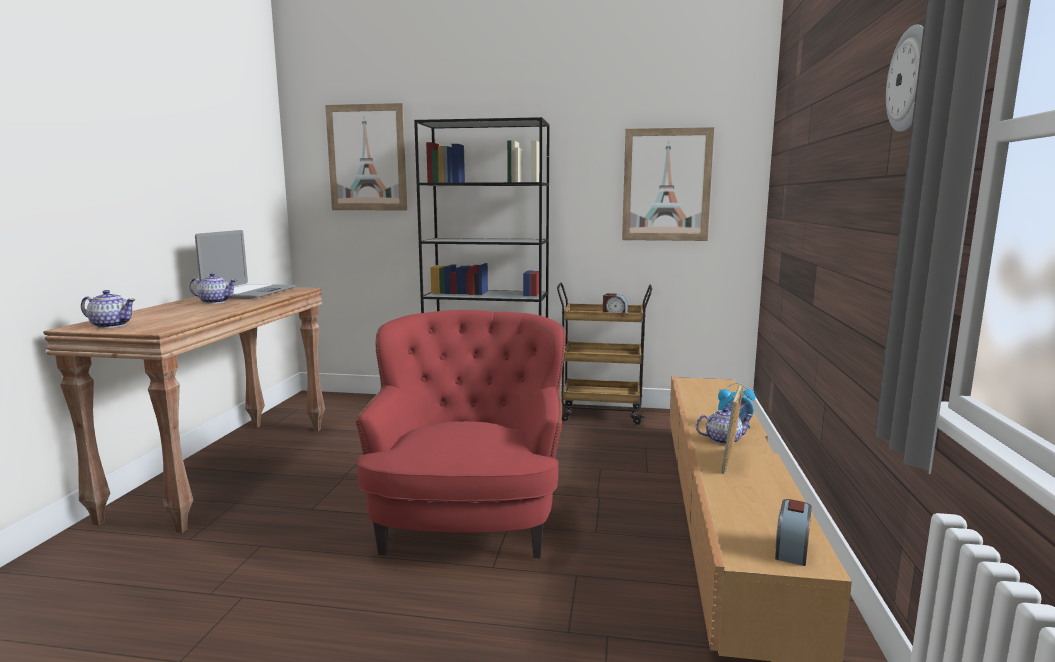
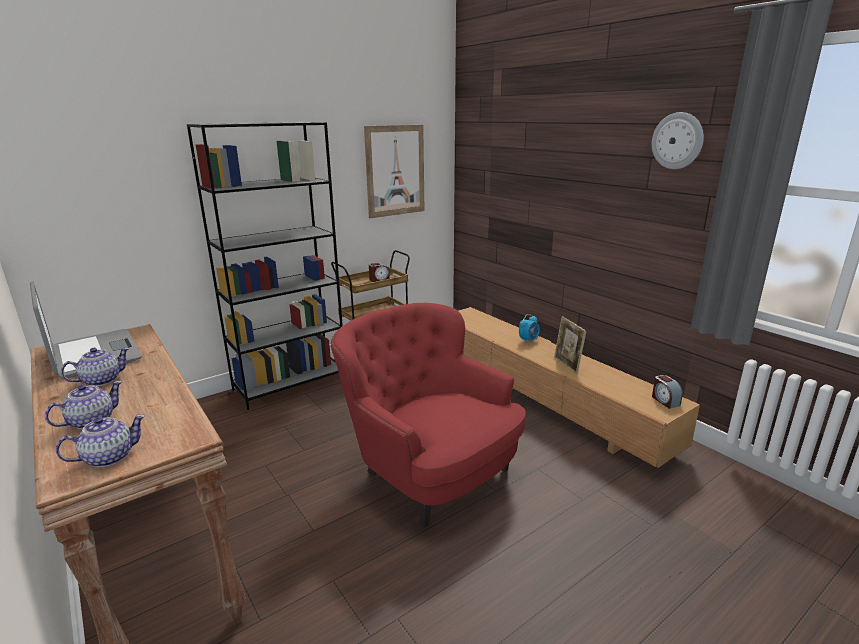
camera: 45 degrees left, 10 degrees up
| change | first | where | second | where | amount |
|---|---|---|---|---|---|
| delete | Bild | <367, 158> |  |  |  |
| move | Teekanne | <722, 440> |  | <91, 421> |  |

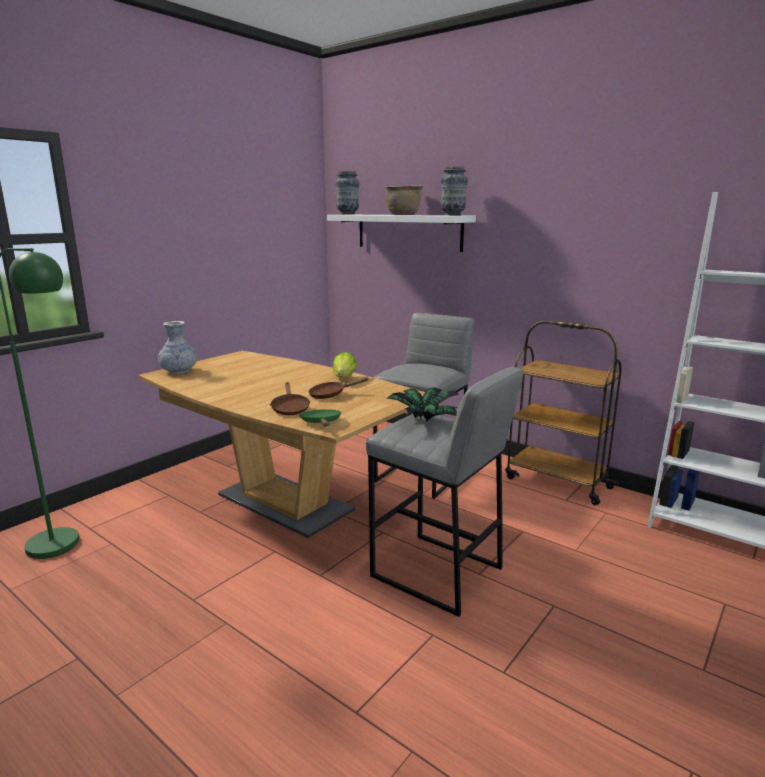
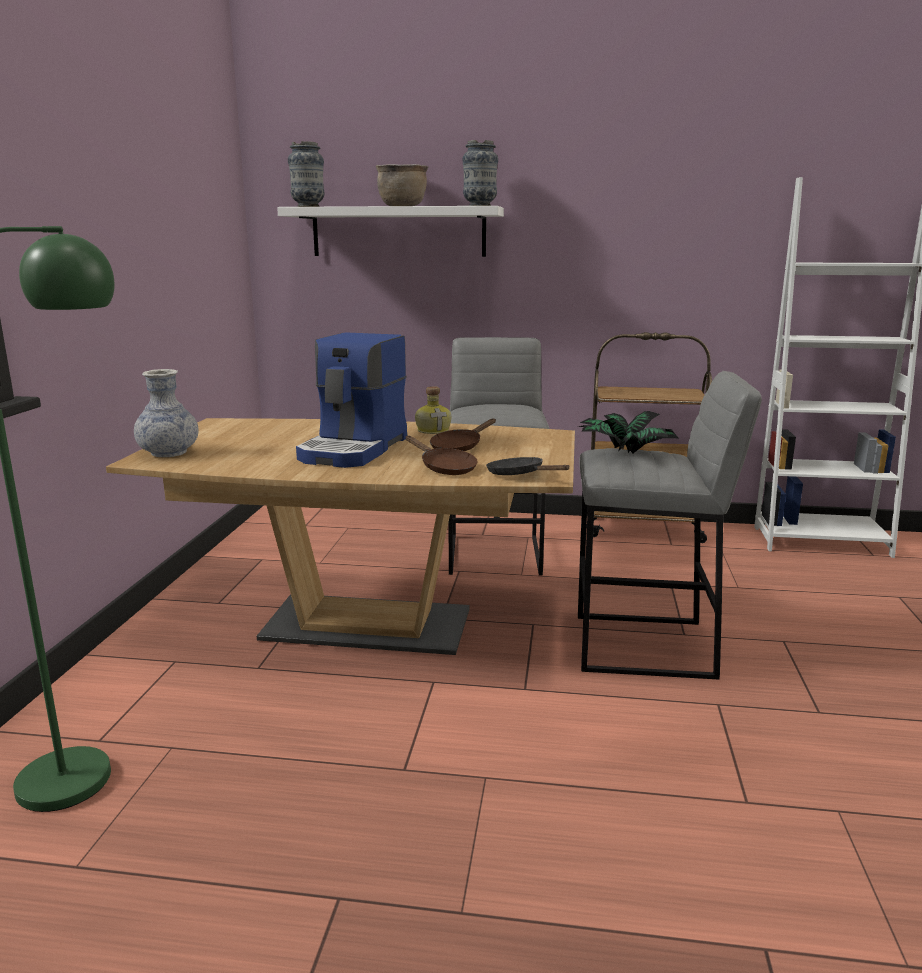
camera: 30 degrees left, 0 degrees up
| change | first | where | second | where | amount |
|---|---|---|---|---|---|
| replace | Salatkopf | <342, 379> | Flasche | <433, 430> |  |
| recolor | Pfanne (grün) | <321, 423> | Pfanne (schwarz) | <519, 475> |  |
| insert |  |  | Kaffeemaschine | <355, 449> |  |

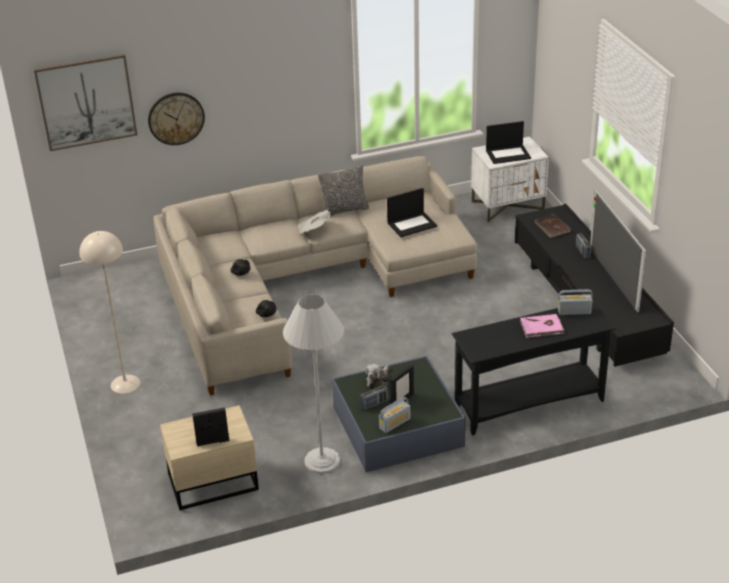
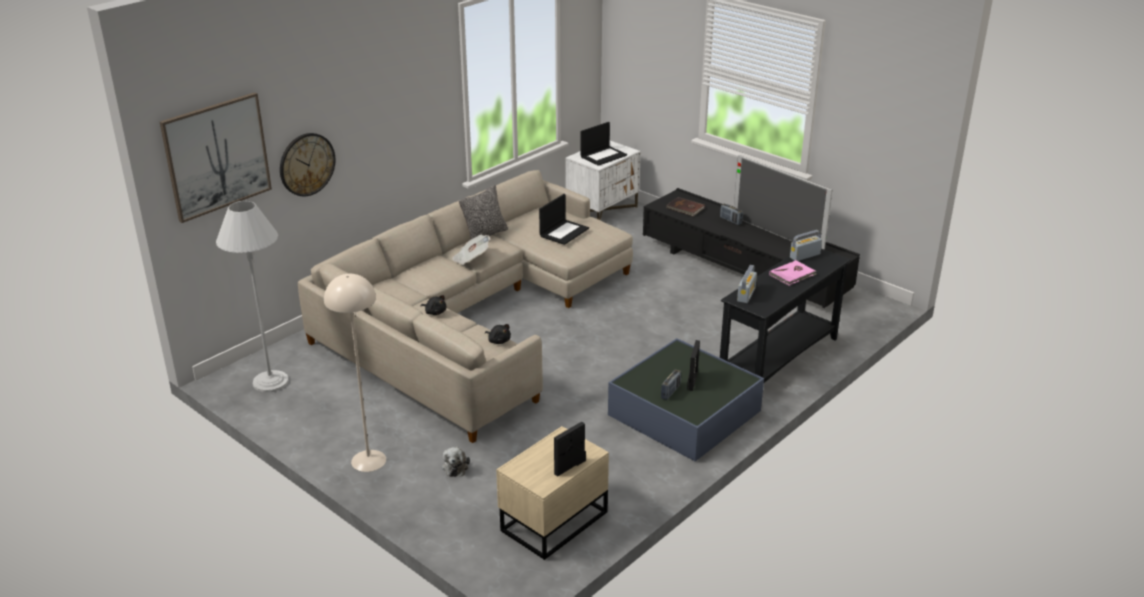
camera: 30 degrees left, 5 degrees down
| change | first | where | second | where | amount |
|---|---|---|---|---|---|
| move | Stehlampe (weiß) | <322, 461> |  | <270, 382> |  |
| move | Plüschtier | <378, 381> |  | <455, 466> |  |
| move | Radio | <394, 423> |  | <746, 294> |  |

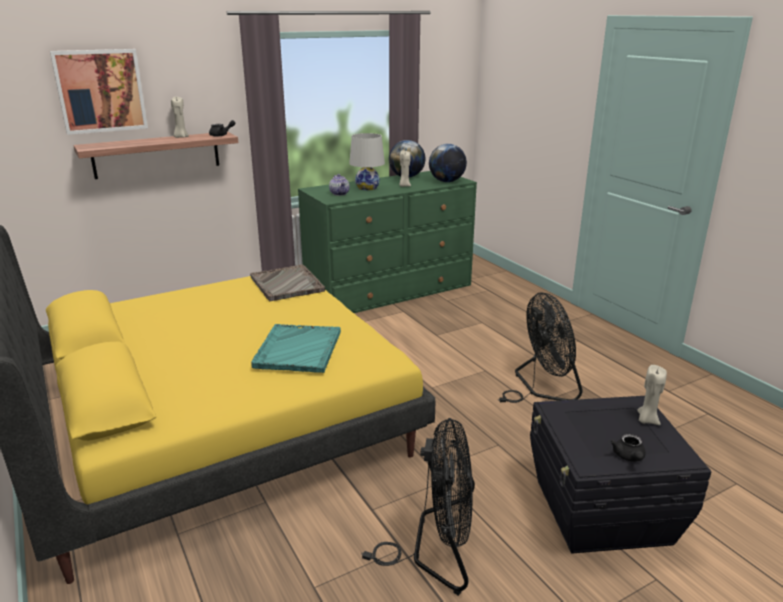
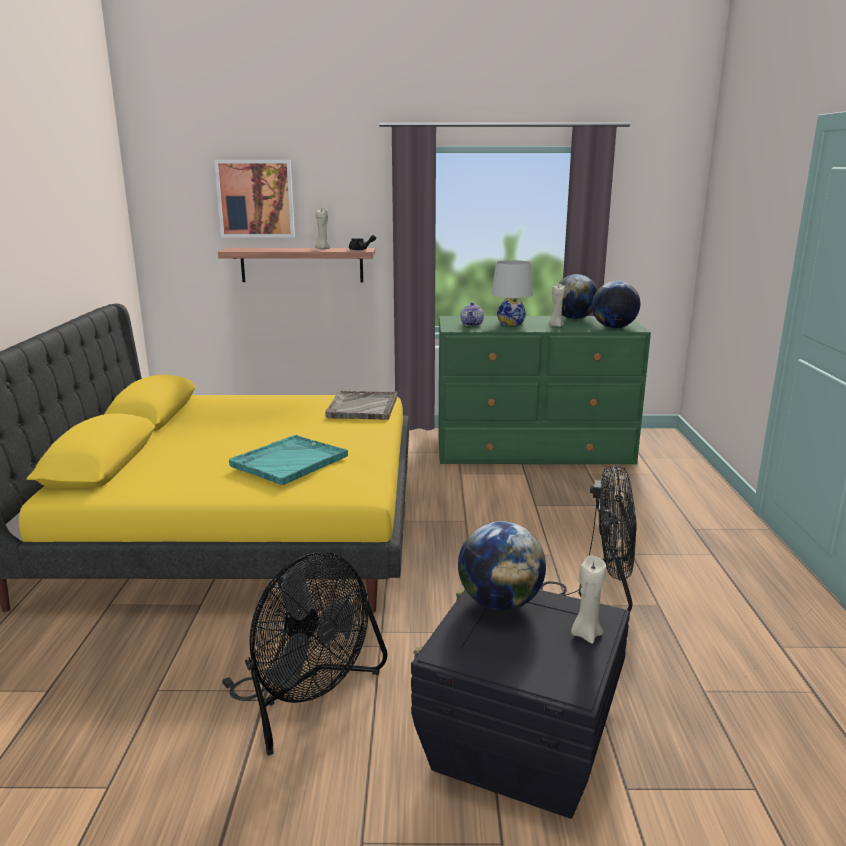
camera: 30 degrees right, 5 degrees down
| change | first | where | second | where | amount |
|---|---|---|---|---|---|
| delete | Teekanne (schwarz) | <629, 457> |  |  |  |
| insert |  |  | Globus | <499, 602> |  |

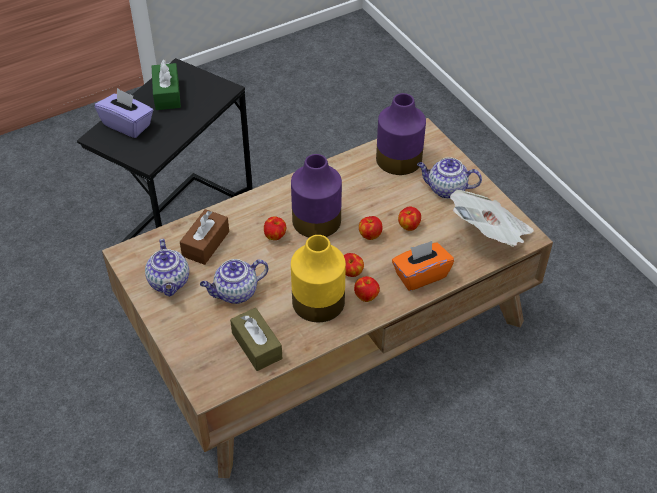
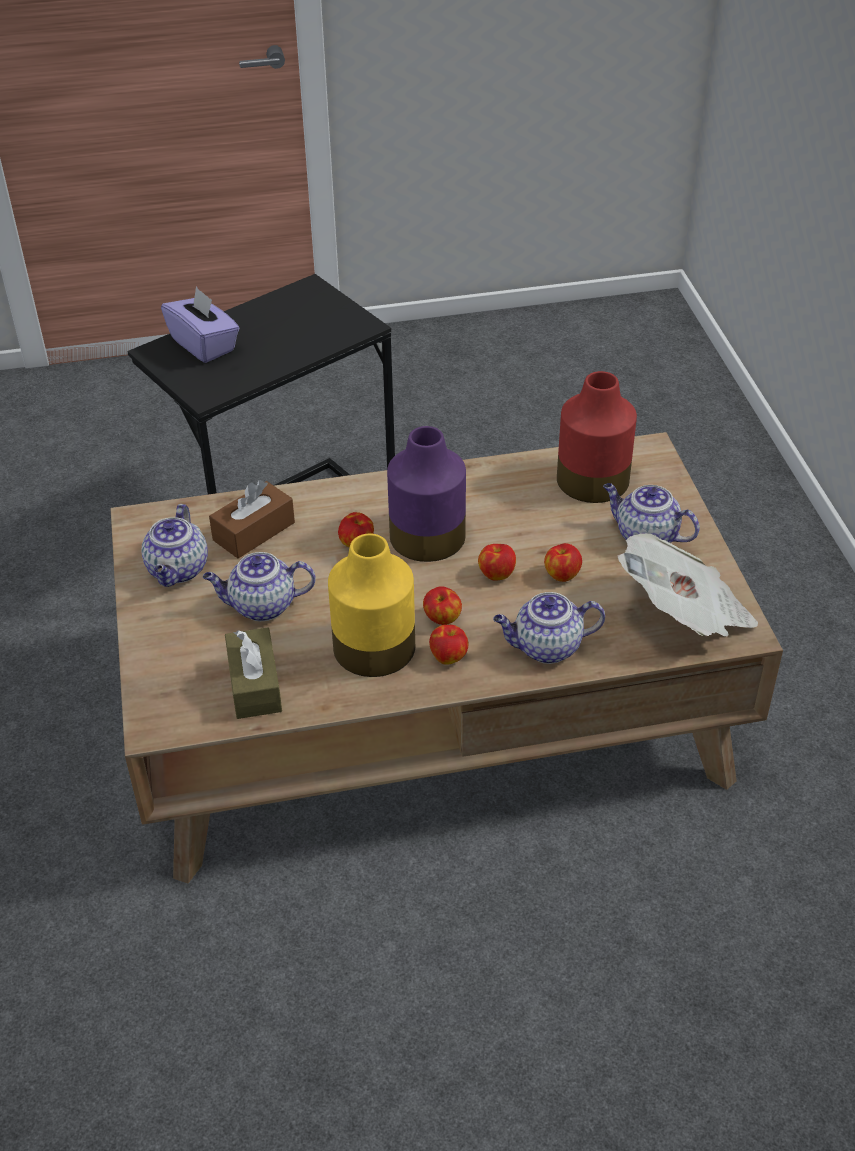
camera: 20 degrees right, 5 degrees down
| change | first | where | second | where | amount |
|---|---|---|---|---|---|
| delete | Taschentuchbox (grün) | <167, 94> |  |  |  |
| recolor | Vase (lila) | <398, 159> | Vase (rot) | <592, 479> |  |
| replace | Taschentuchbox (orange) | <420, 275> | Teekanne | <546, 648> |  |

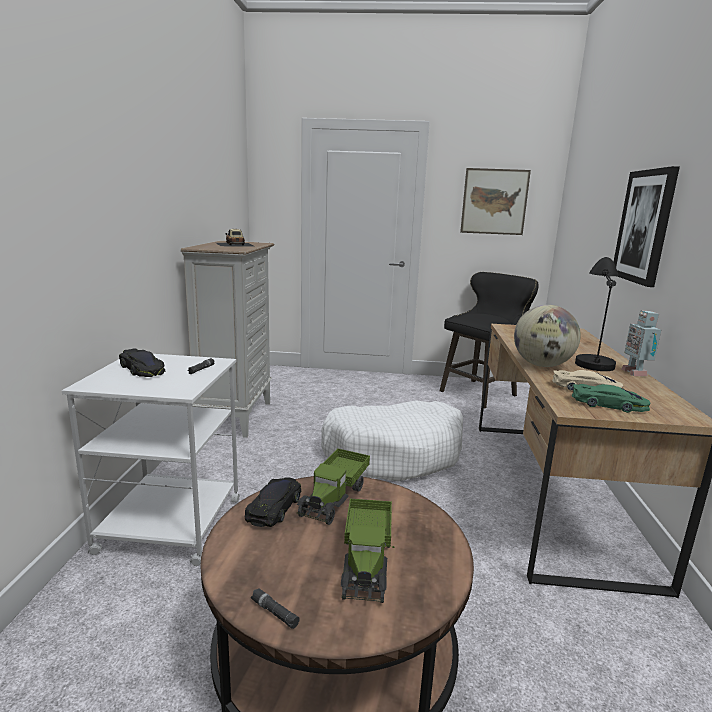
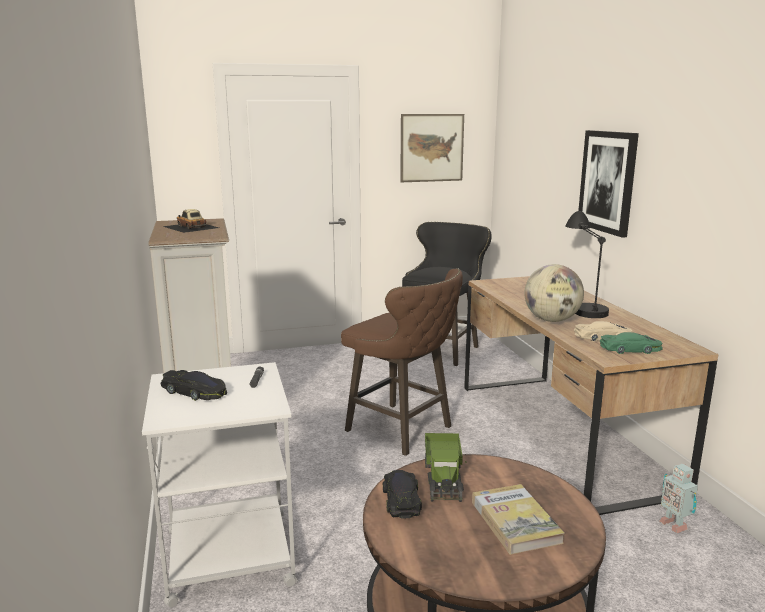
camera: 20 degrees left, 0 degrees up
| change | first | where | second | where | amount |
|---|---|---|---|---|---|
| move | Spielzeugroboter | <635, 373> |  | <674, 524> |  |
| replace | Hundebett (weiß) | <394, 453> | Hocker (braun) | <402, 430> |  |
| replace | Spielzeuglaster | <367, 561> | Buch | <515, 522> |  |
| delete | Taschenlampe (schwarz) | <274, 612> |  |  |  |

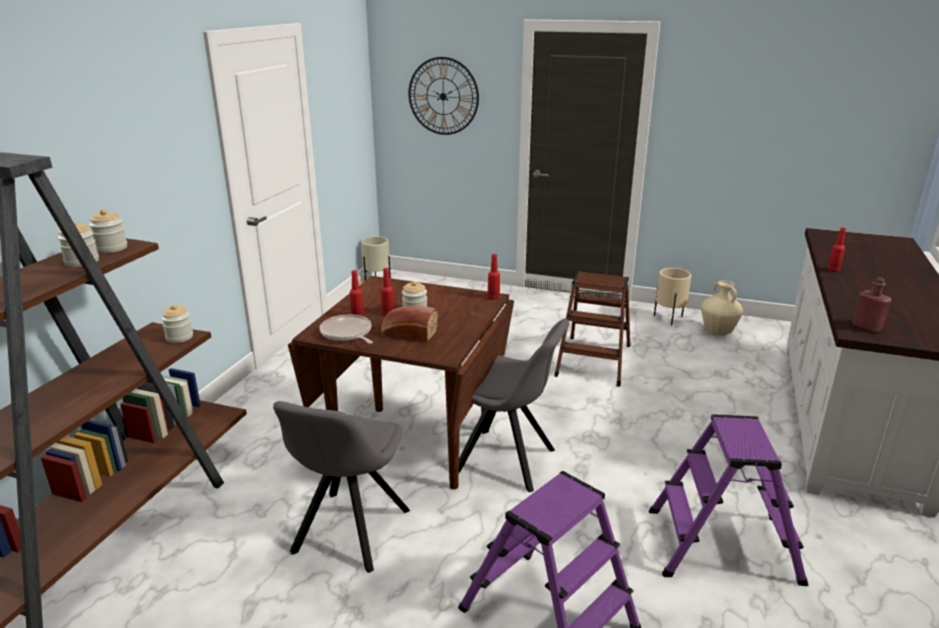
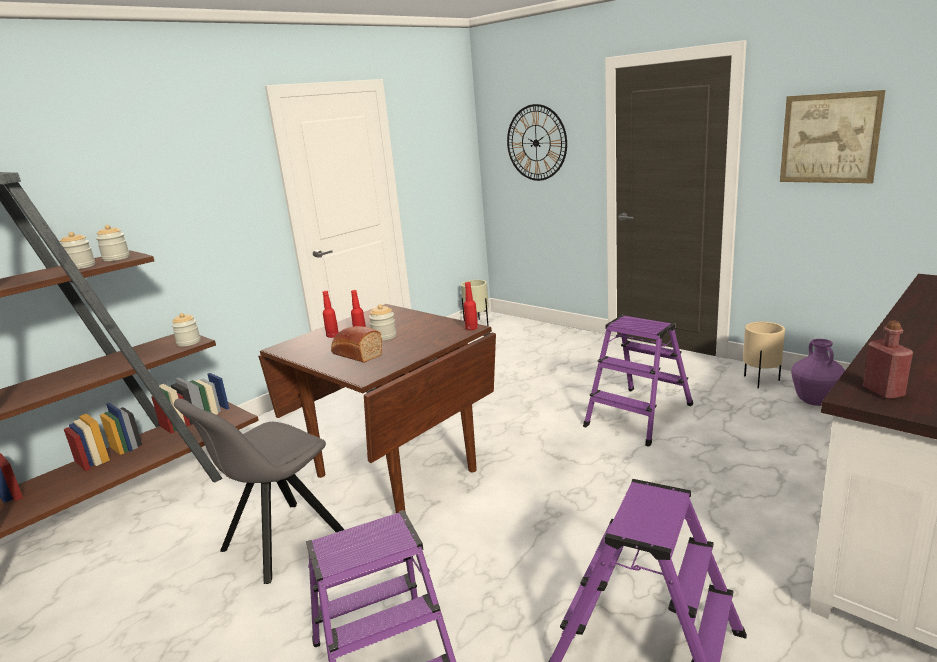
camera: 25 degrees right, 5 degrees down
| change | first | where | second | where | amount |
|---|---|---|---|---|---|
| delete | Flasche (rot) | <833, 270> |  |  |  |
| recolor | Trittleiter (braun) | <593, 360> | Trittleiter (lila) | <639, 415> |  |
| recolor | Vase (beige) | <718, 332> | Vase (lila) | <815, 402> |  |
| delete | Pfanne | <347, 333> |  |  |  |
| delete | Stuhl (grau) | <506, 460> |  |  |  |
| insert |  |  | Bild | <829, 138> |  |

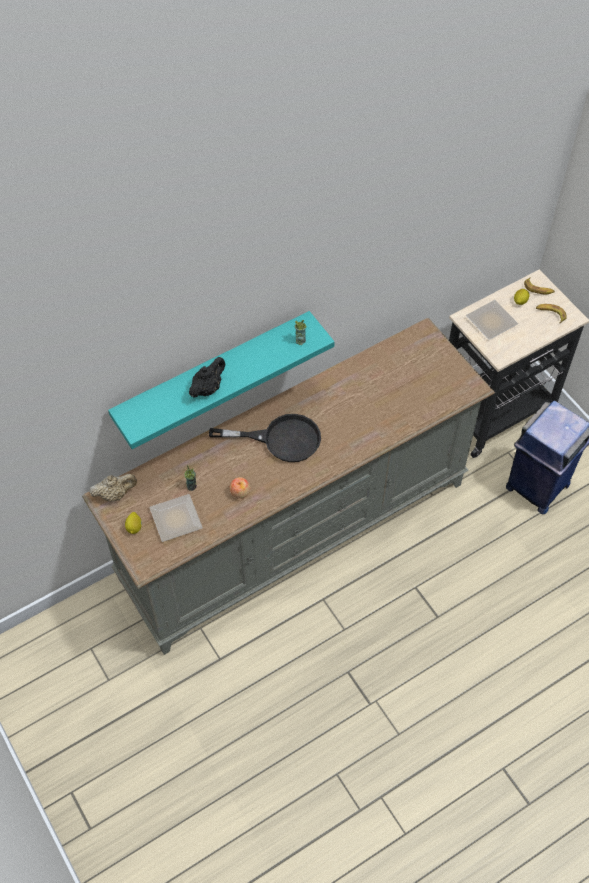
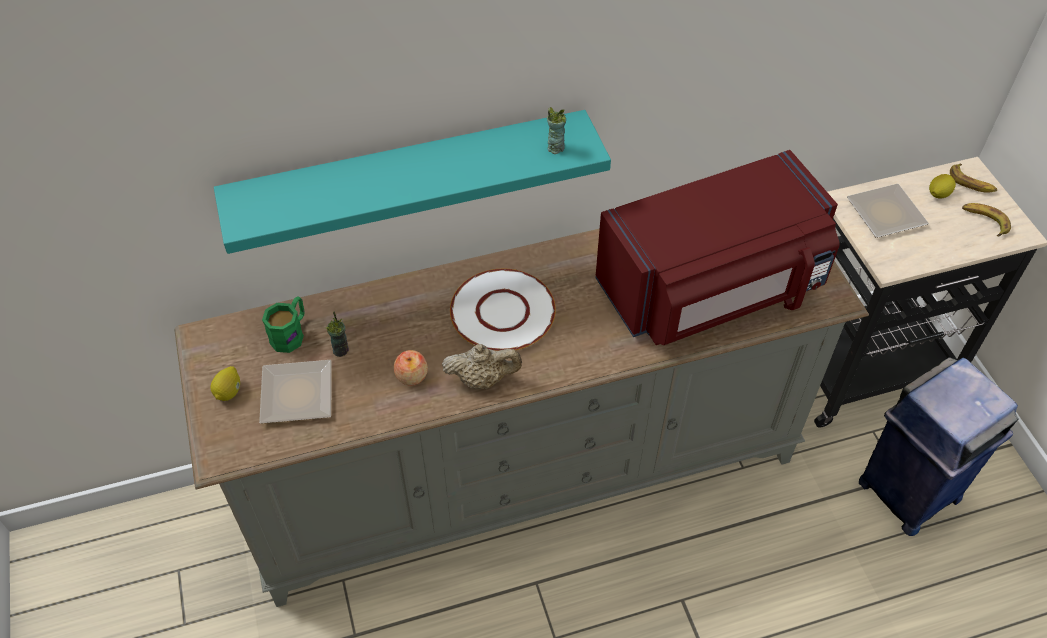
camera: 15 degrees right, 5 degrees down
| change | first | where | second | where | amount |
|---|---|---|---|---|---|
| delete | Teekanne (schwarz) | <207, 388> |  |  |  |
| replace | Pfanne (schwarz) | <281, 439> | Teller (weiß) | <503, 311> |  |
| move | Teekanne (beige) | <115, 494> |  | <482, 379> |  |
| insert |  |  | Mikrowelle (rot) | <712, 290> |  |
| insert |  |  | Henkelbecher (grün) | <291, 333> |  |

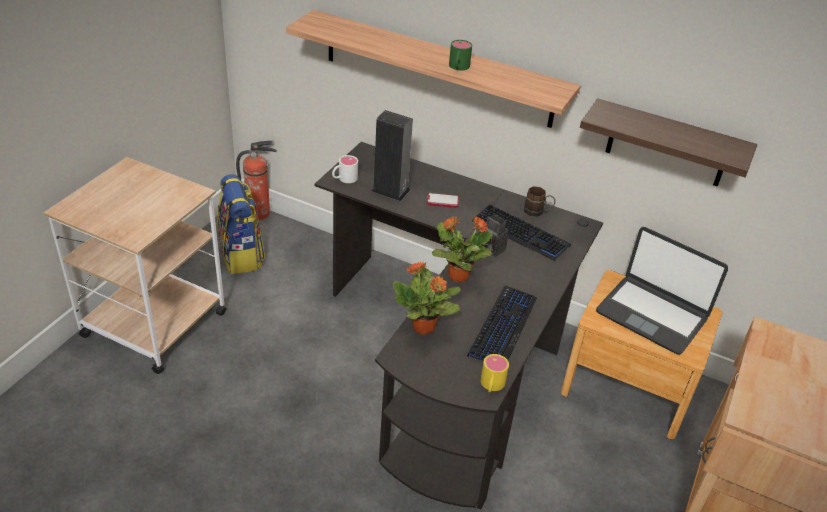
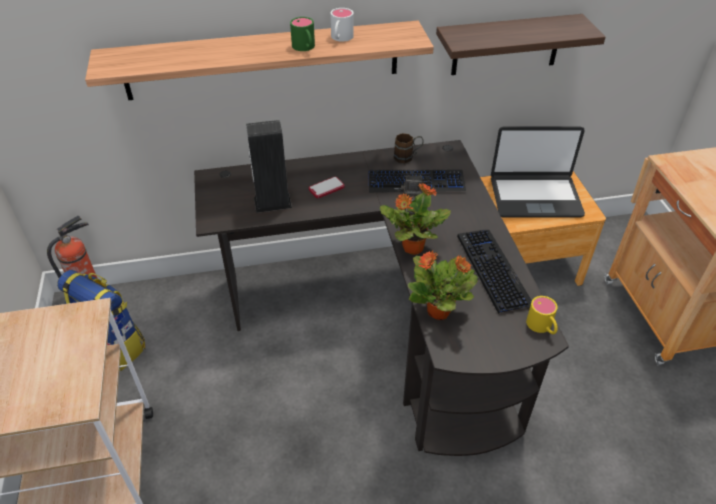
camera: 35 degrees left, 5 degrees up
| change | first | where | second | where | amount |
|---|---|---|---|---|---|
| move | Henkelbecher (weiß) | <344, 179> |  | <340, 38> |  |

